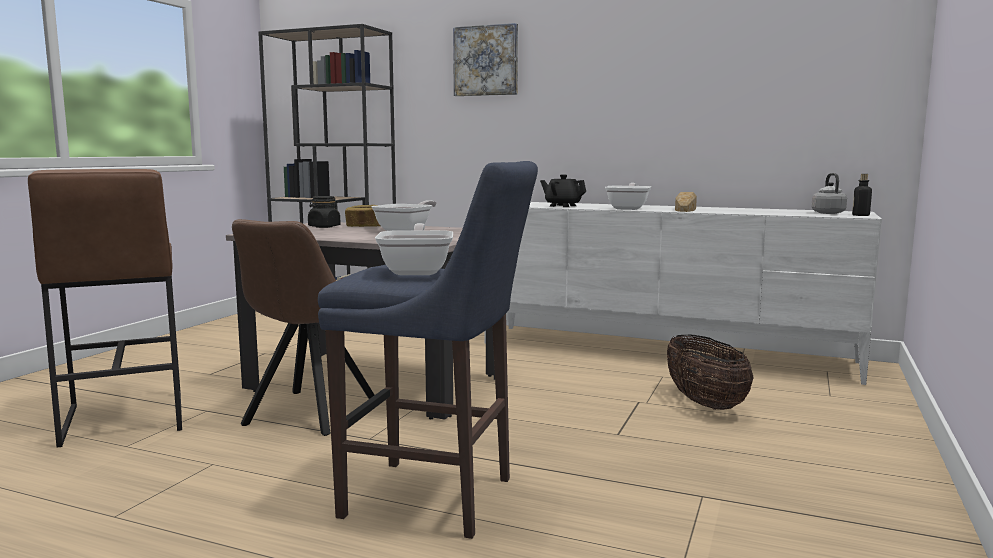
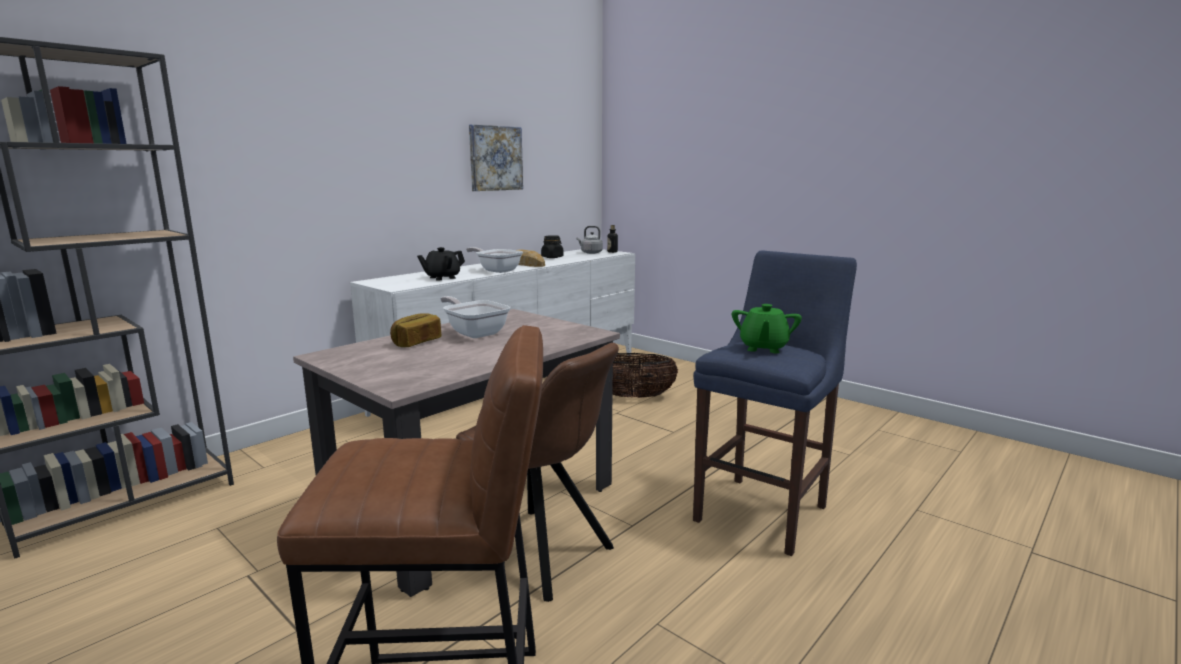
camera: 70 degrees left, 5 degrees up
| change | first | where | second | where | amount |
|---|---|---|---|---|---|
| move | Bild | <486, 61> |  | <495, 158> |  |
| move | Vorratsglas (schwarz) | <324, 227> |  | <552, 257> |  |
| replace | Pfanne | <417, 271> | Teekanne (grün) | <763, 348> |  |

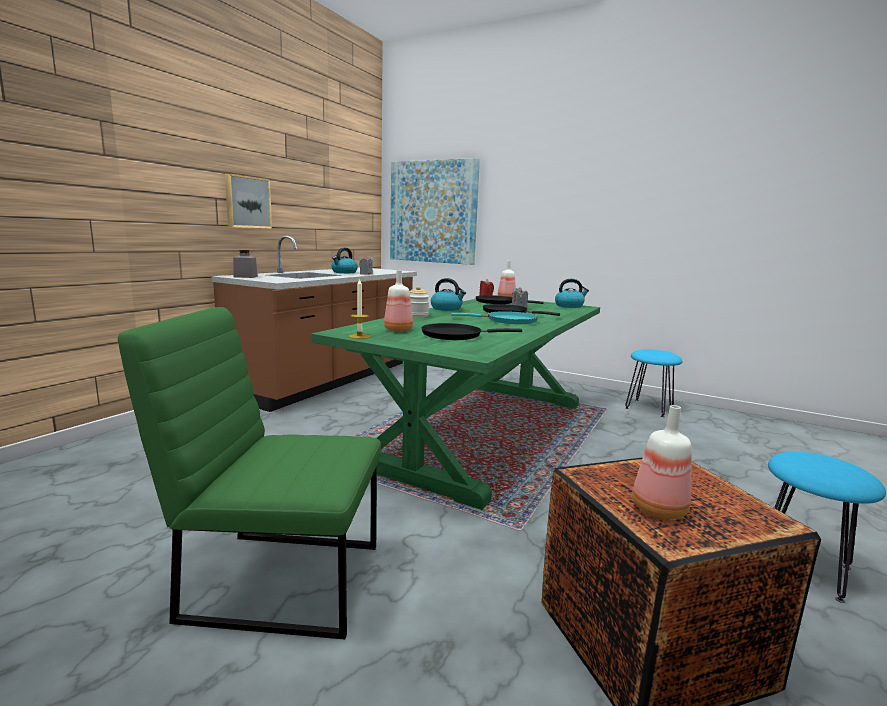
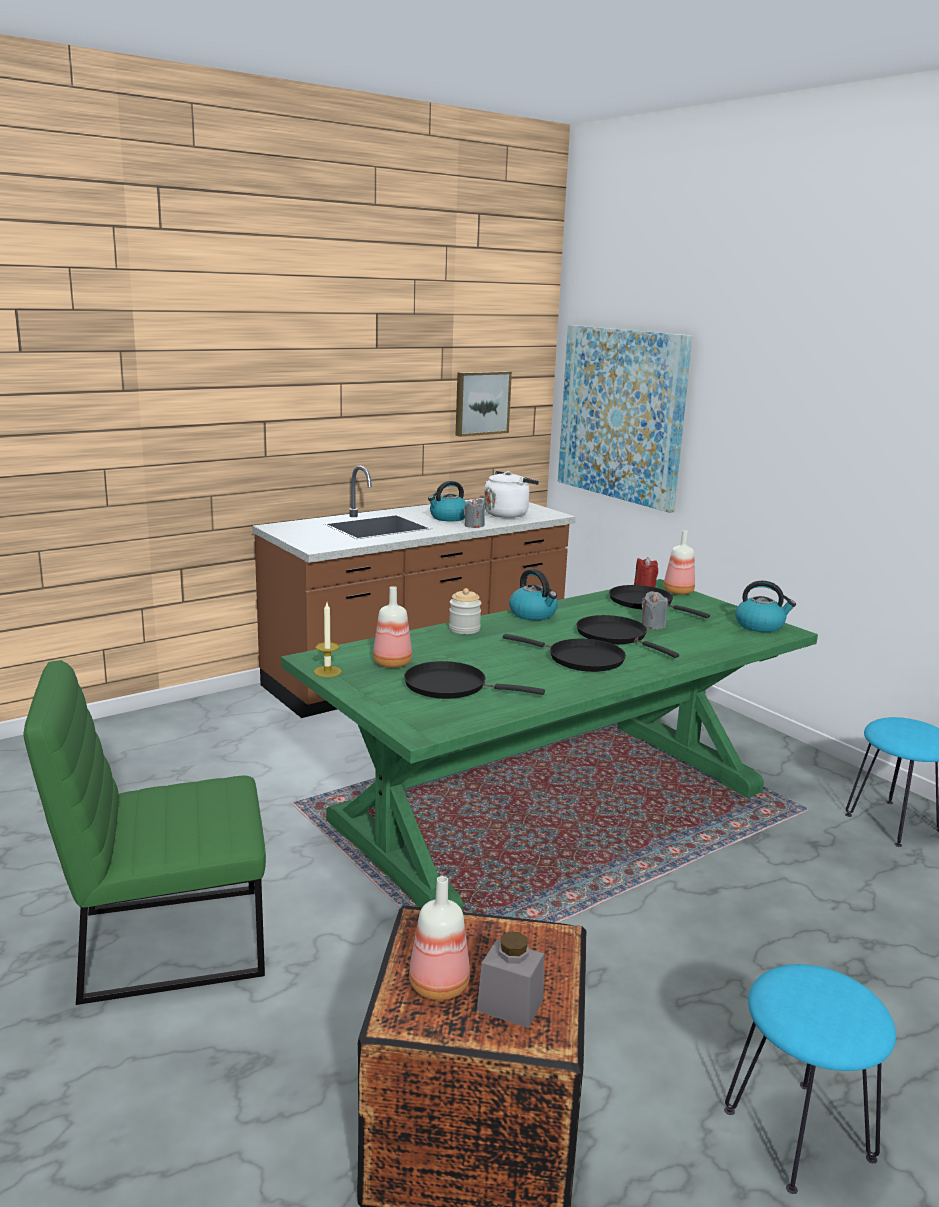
camera: 25 degrees right, 5 degrees up
| change | first | where | second | where | amount |
|---|---|---|---|---|---|
| move | Bild | <247, 202> |  | <481, 403> |  |
| move | Vorratsglas (grau) | <245, 277> |  | <510, 1005> |  |
| rotate | Stuhl (grün) | <279, 579> |  | <165, 942> | 45 degrees counterclockwise |
| recolor | Pfanne (türkis) | <508, 321> | Pfanne (schwarz) | <580, 659> |  |
| insert |  |  | Wasserkessel (weiß) | <508, 514> |  |

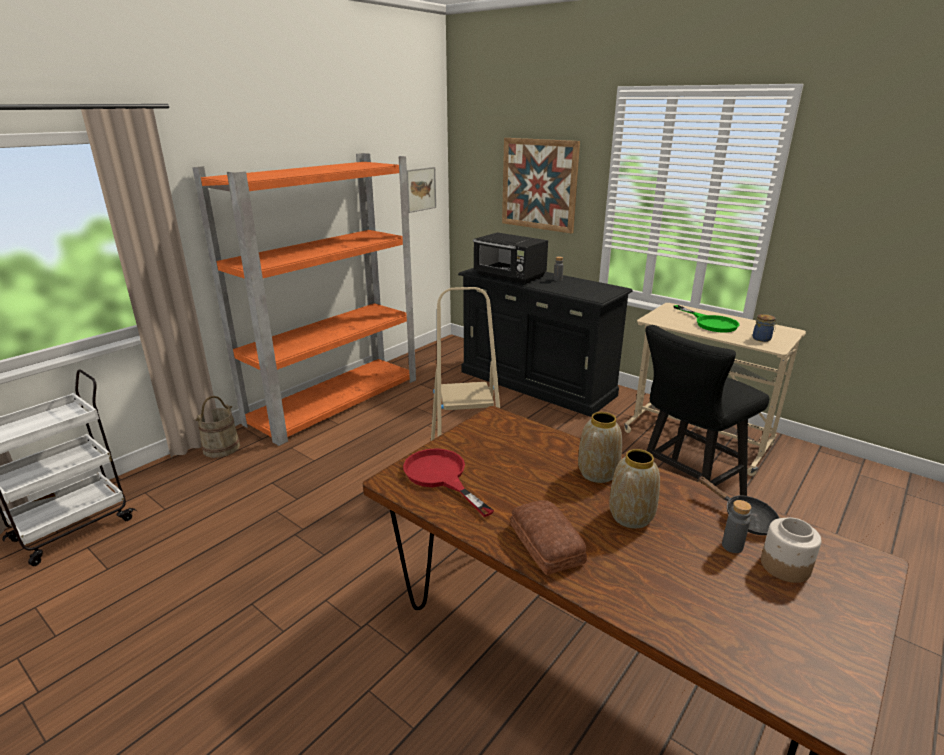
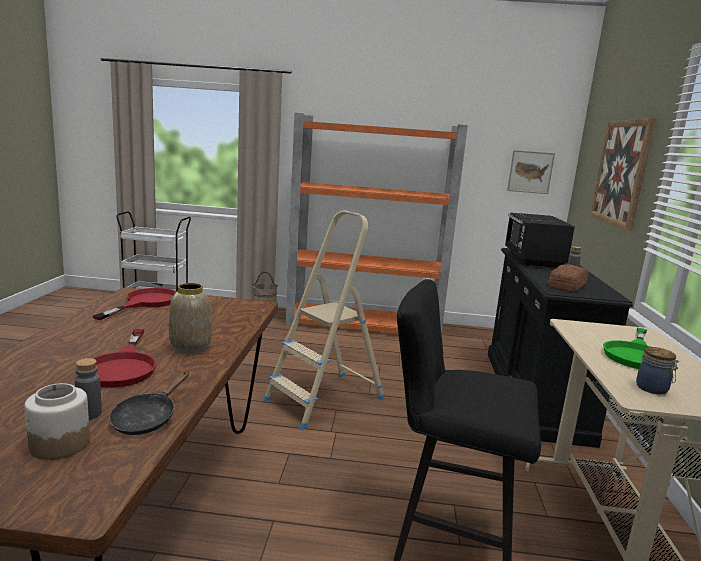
camera: 55 degrees right, 10 degrees down
| change | first | where | second | where | amount |
|---|---|---|---|---|---|
| replace | Vase | <631, 516> | Pfanne (rot) | <123, 366> |  |
| move | Brot | <545, 545> |  | <566, 284> |  |

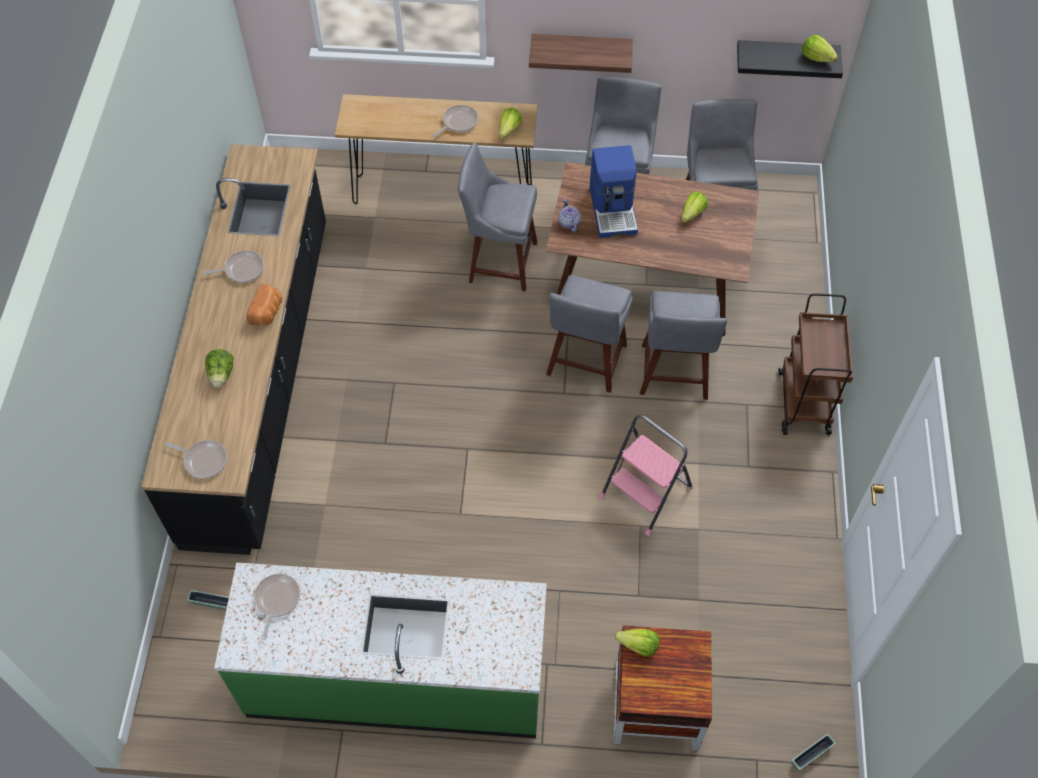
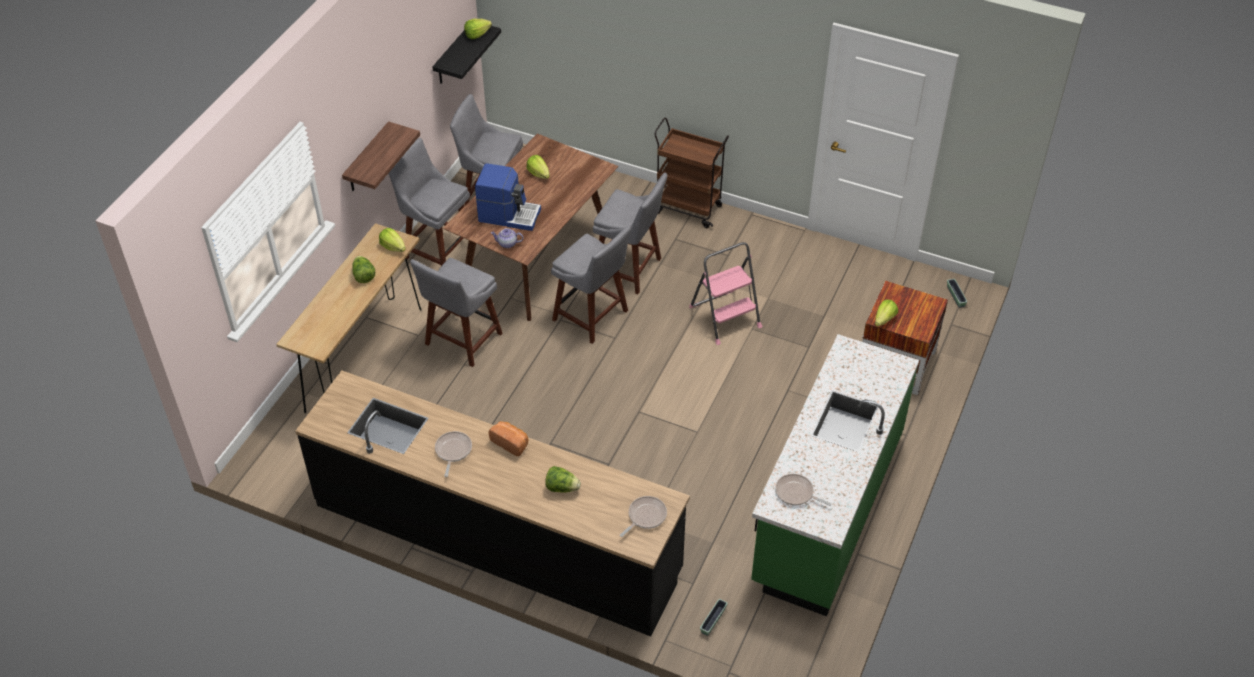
camera: 70 degrees left, 10 degrees down
| change | first | where | second | where | amount |
|---|---|---|---|---|---|
| replace | Pfanne | <458, 122> | Salatkopf | <363, 276> |  |

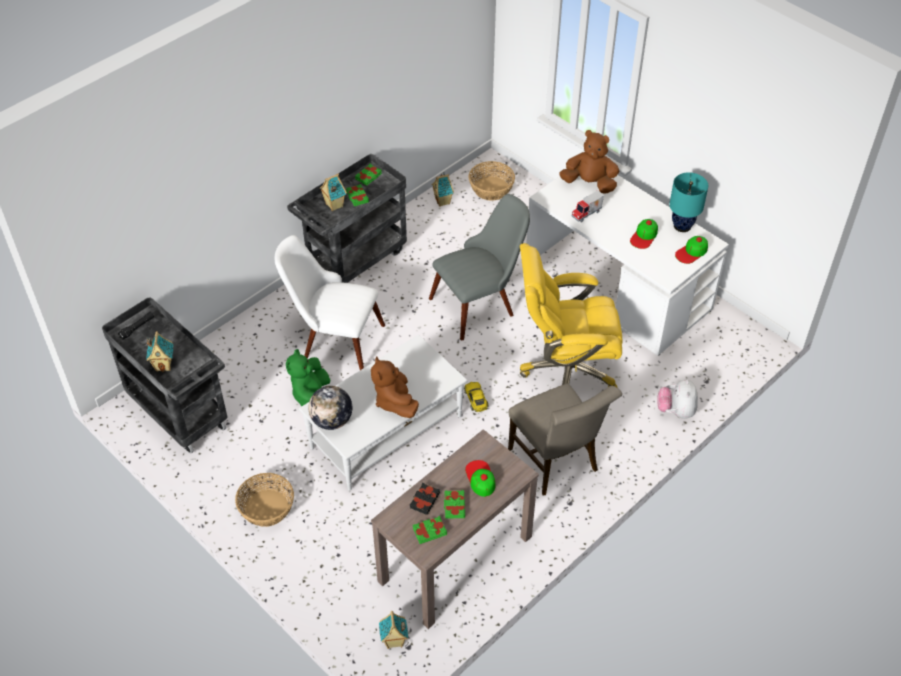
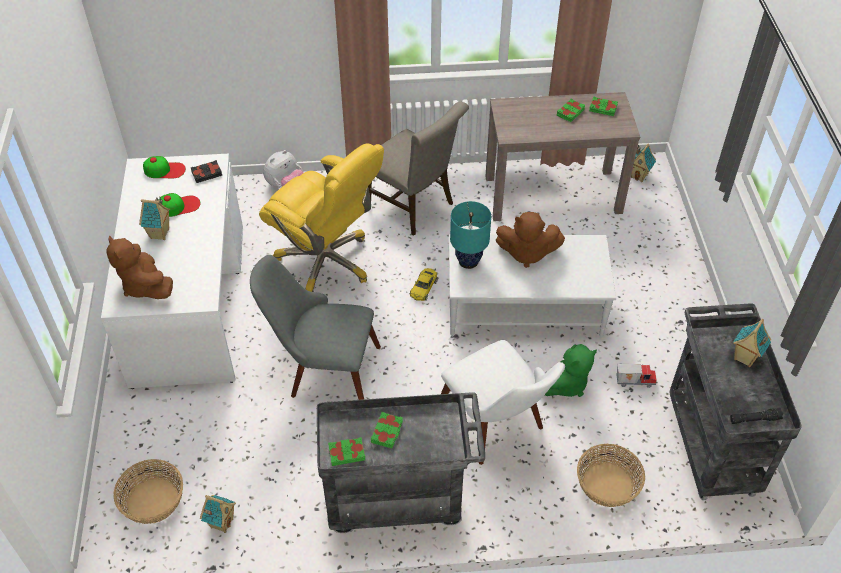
camera: 140 degrees left, 0 degrees up
| change | first | where | second | where | amount |
|---|---|---|---|---|---|
| move | Tischlampe (türkis) | <682, 226> |  | <468, 261> |  |
| move | Spielzeughaus | <334, 205> |  | <160, 234> |  |
| move | Spielzeuglaster | <587, 214> |  | <634, 381> |  |
| rotate | Plüschtier (braun) | <394, 401> |  | <526, 253> | 75 degrees clockwise |
| rotate | Stuhl (beige) | <556, 463> |  | <414, 207> | 120 degrees clockwise |
| delete | Globus | <332, 421> |  |  |  |
| delete | Kappe | <480, 478> |  |  |  |
| move | Korb | <266, 508> |  | <607, 485> |  |
| move | Buch (schwarz) | <424, 500> |  | <207, 174> |  |

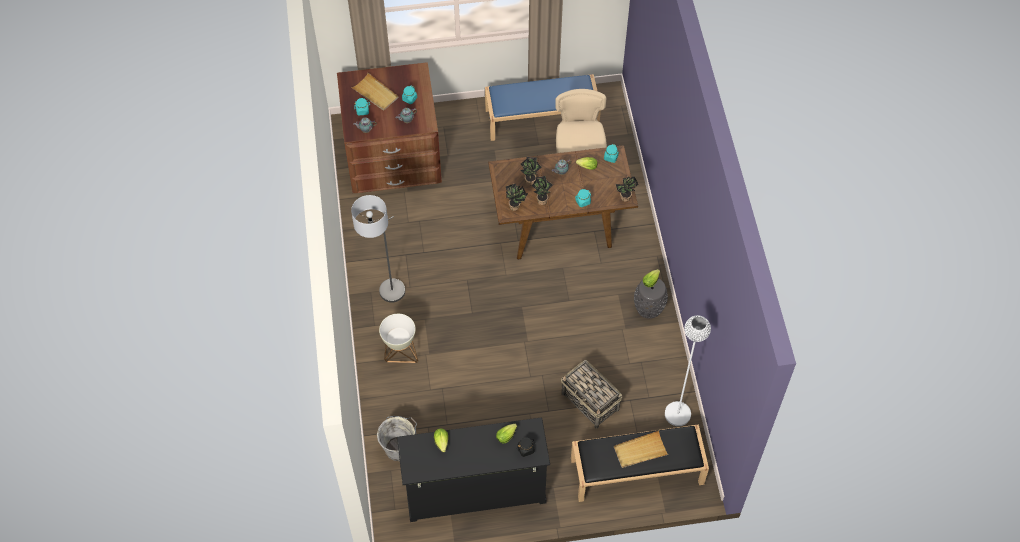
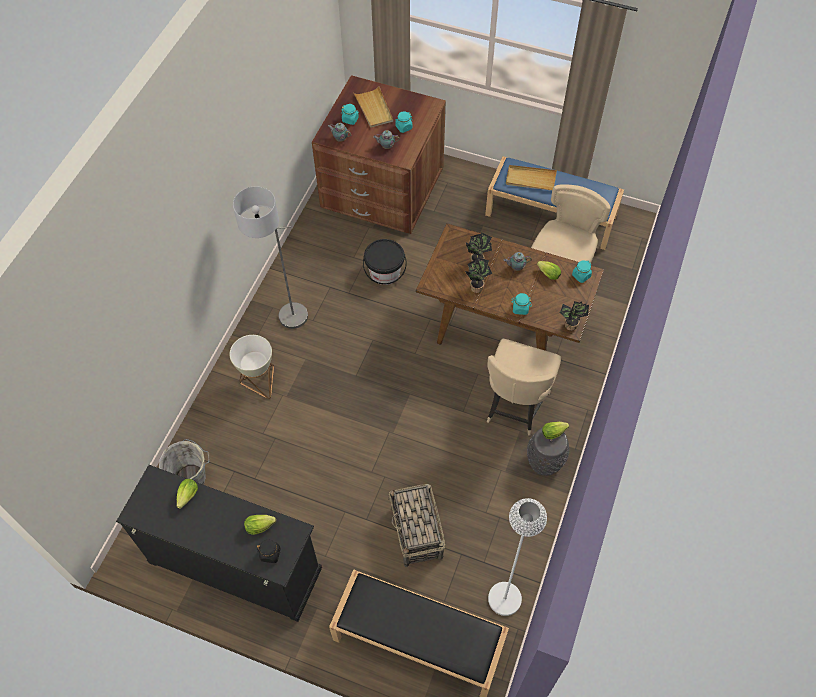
camera: 30 degrees right, 0 degrees up
| change | first | where | second | where | amount |
|---|---|---|---|---|---|
| delete | Topfpflanze | <516, 206> |  |  |  |
| move | Tablett (beige) | <640, 451> |  | <530, 179> |  |
| insert |  |  | Eimer (schwarz) | <385, 273> |  |
| insert |  |  | Stuhl (beige) | <515, 407> |  |

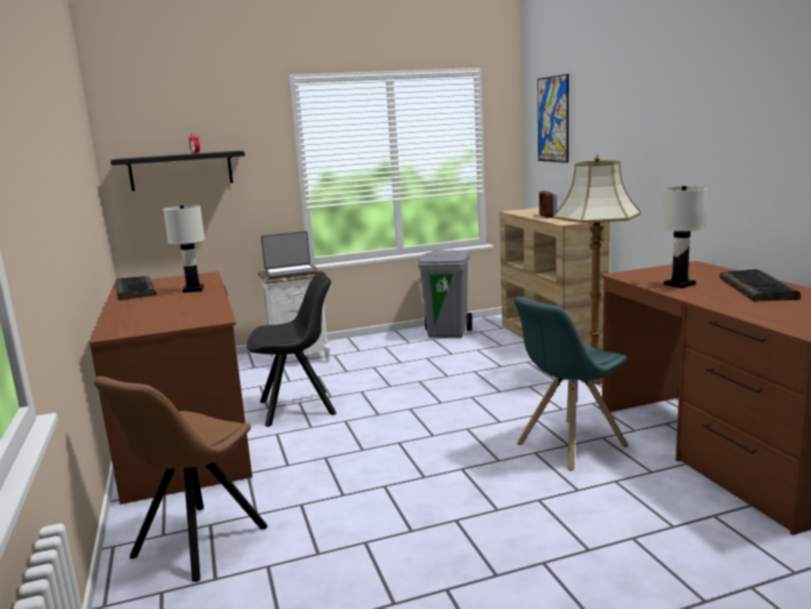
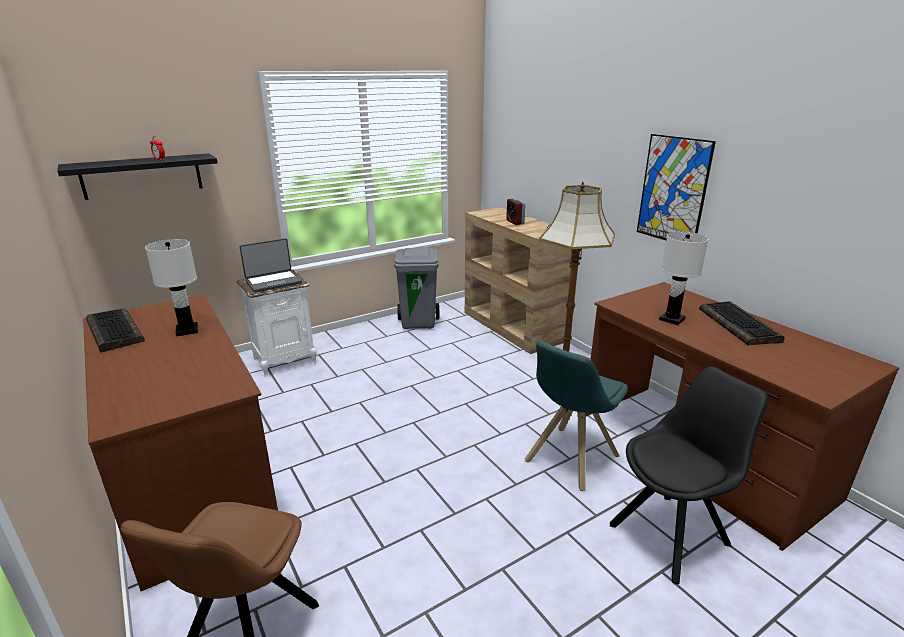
camera: 15 degrees left, 10 degrees up
| change | first | where | second | where | amount |
|---|---|---|---|---|---|
| move | Bild | <553, 119> |  | <673, 190> |  |
| move | Stuhl (schwarz) | <298, 408> |  | <670, 535> |  |

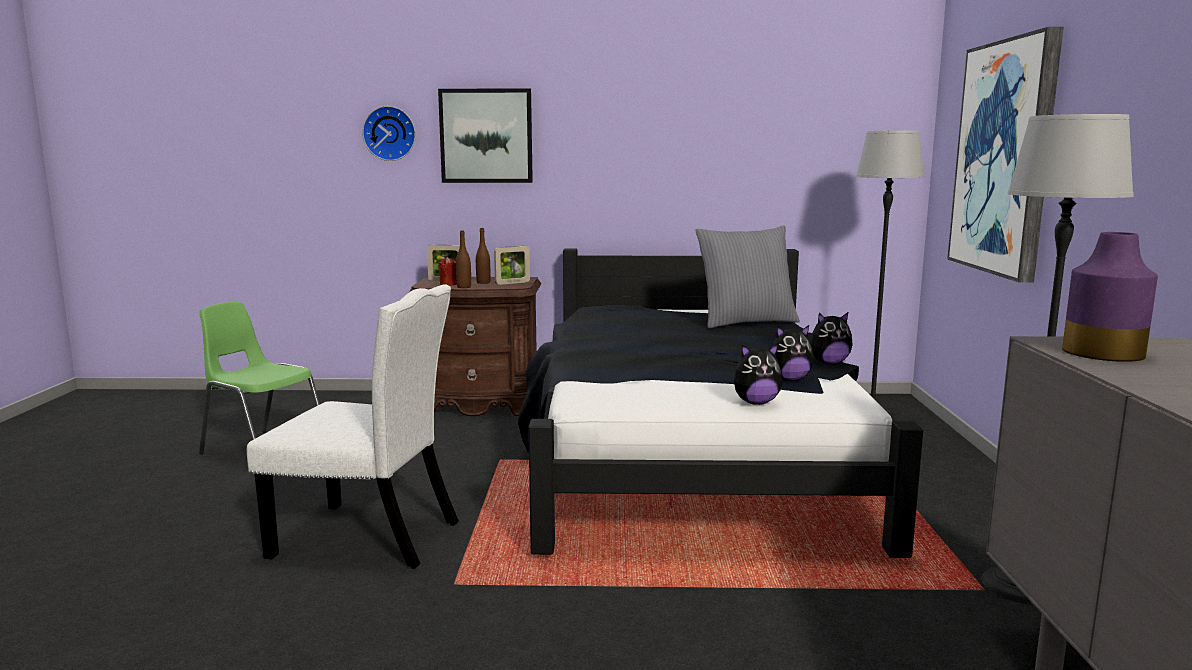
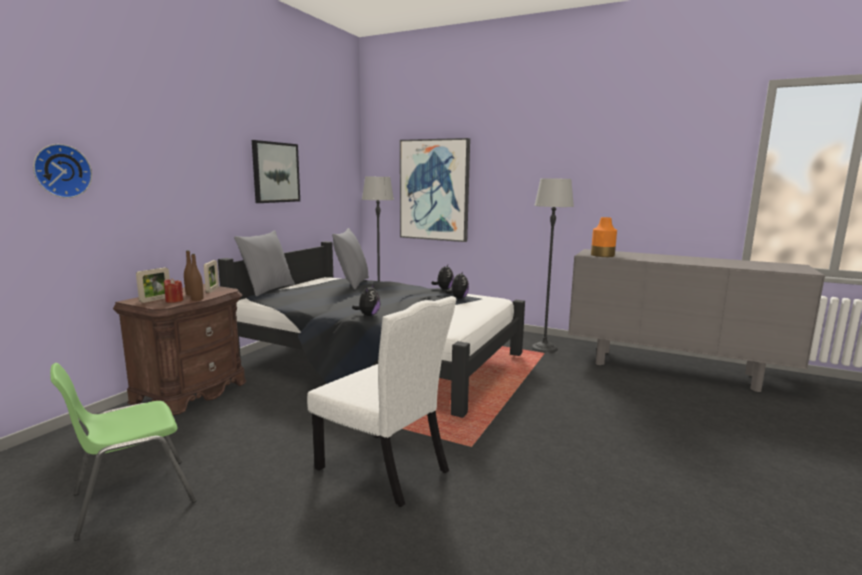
camera: 65 degrees left, 0 degrees up
| change | first | where | second | where | amount |
|---|---|---|---|---|---|
| move | Bild | <486, 136> |  | <275, 172> |  |
| recolor | Vase (lila) | <1103, 352> | Vase (orange) | <602, 255> |  |
| rotate | Stuhl (weiß) | <364, 537> |  | <382, 467> | 90 degrees clockwise |
| move | Plüschtier | <755, 403> |  | <368, 315> |  |
| insert |  |  | Kissen (grau) | <267, 289> |  |

